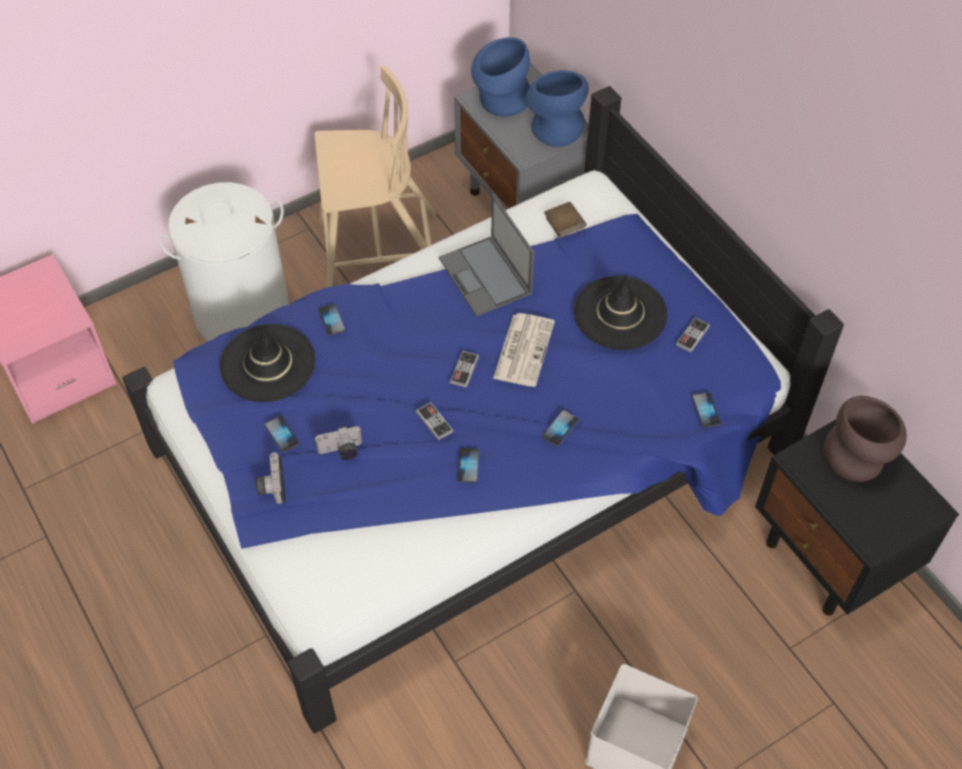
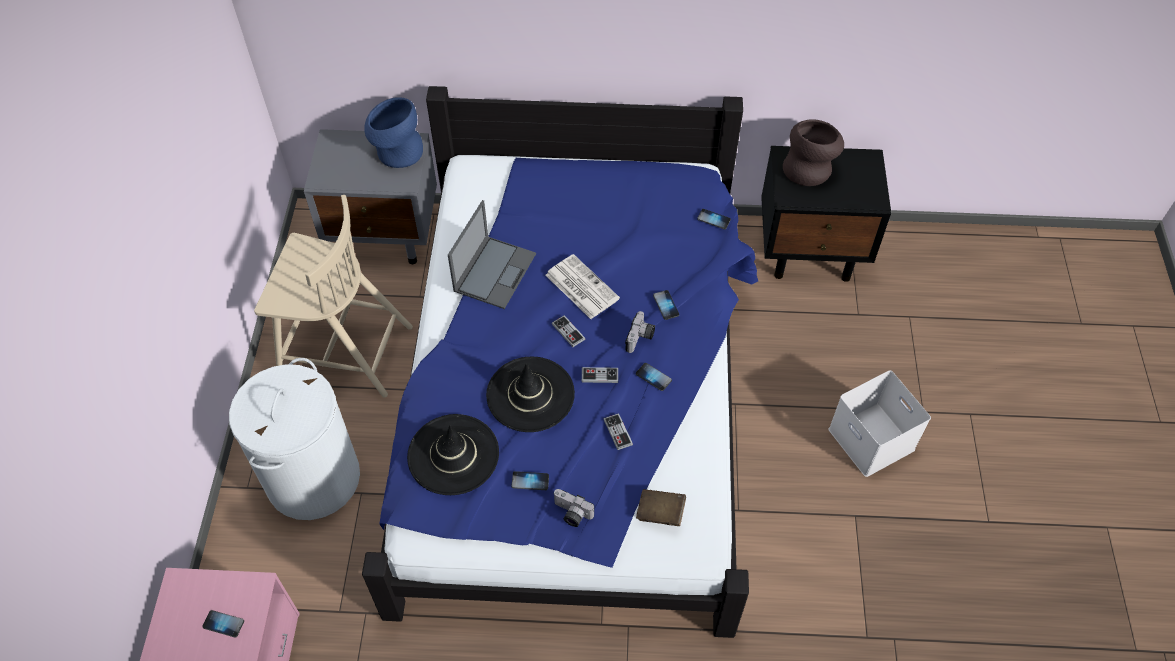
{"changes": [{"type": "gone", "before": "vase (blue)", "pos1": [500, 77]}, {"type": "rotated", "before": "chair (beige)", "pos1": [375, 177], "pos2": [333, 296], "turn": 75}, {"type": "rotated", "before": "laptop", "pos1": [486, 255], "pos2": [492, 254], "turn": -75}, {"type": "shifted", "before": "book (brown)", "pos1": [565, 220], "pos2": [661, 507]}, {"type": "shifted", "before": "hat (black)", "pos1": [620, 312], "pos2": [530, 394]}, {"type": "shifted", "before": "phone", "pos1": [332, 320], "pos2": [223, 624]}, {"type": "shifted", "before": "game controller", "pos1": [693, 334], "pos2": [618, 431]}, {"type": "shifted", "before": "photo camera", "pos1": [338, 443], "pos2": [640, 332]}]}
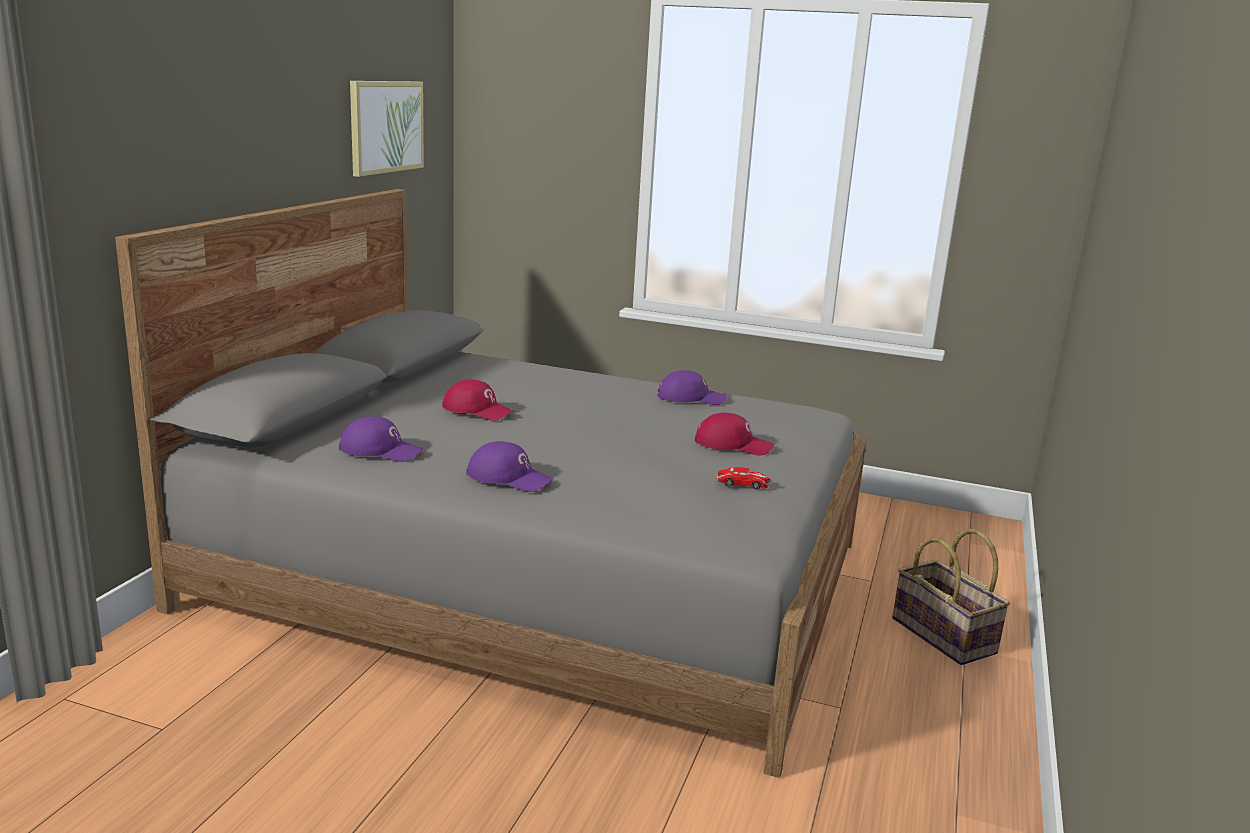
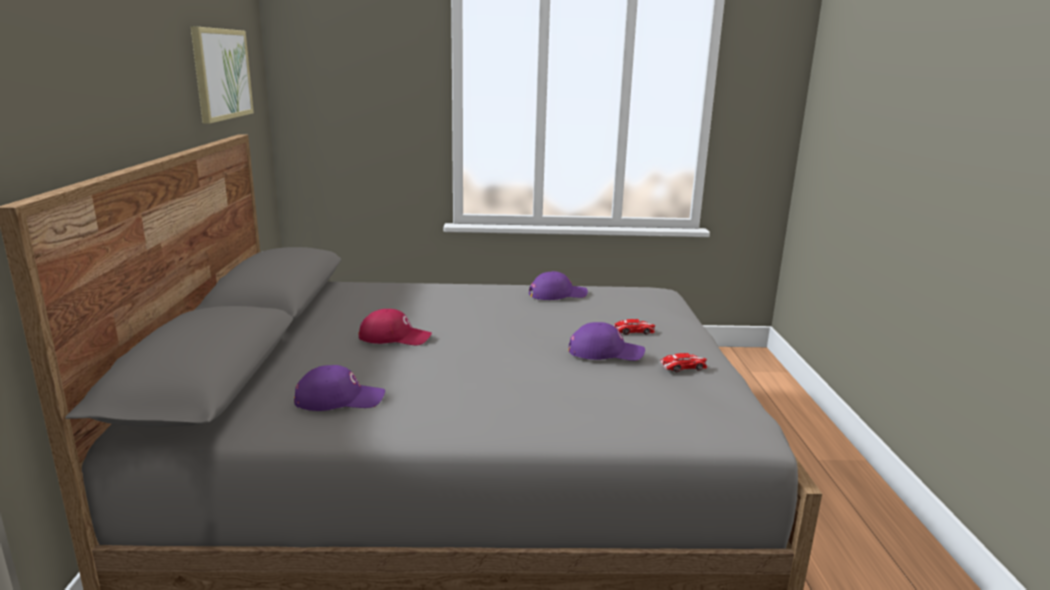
{"changes": [{"type": "swapped", "before": "cap (red)", "after": "toy car", "pos1": [734, 434], "pos2": [634, 327]}, {"type": "shifted", "before": "cap (purple)", "pos1": [510, 466], "pos2": [606, 341]}, {"type": "gone", "before": "basket", "pos1": [951, 597]}]}
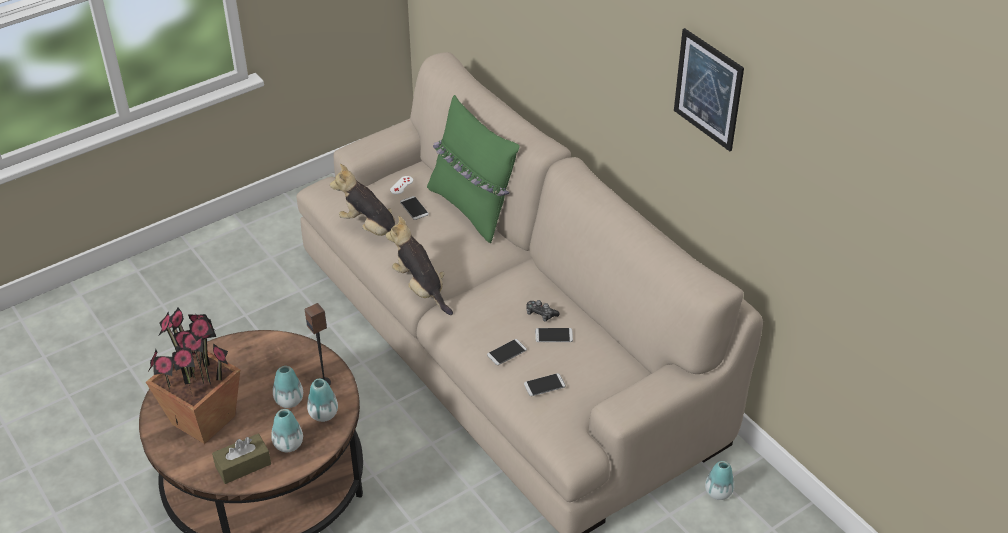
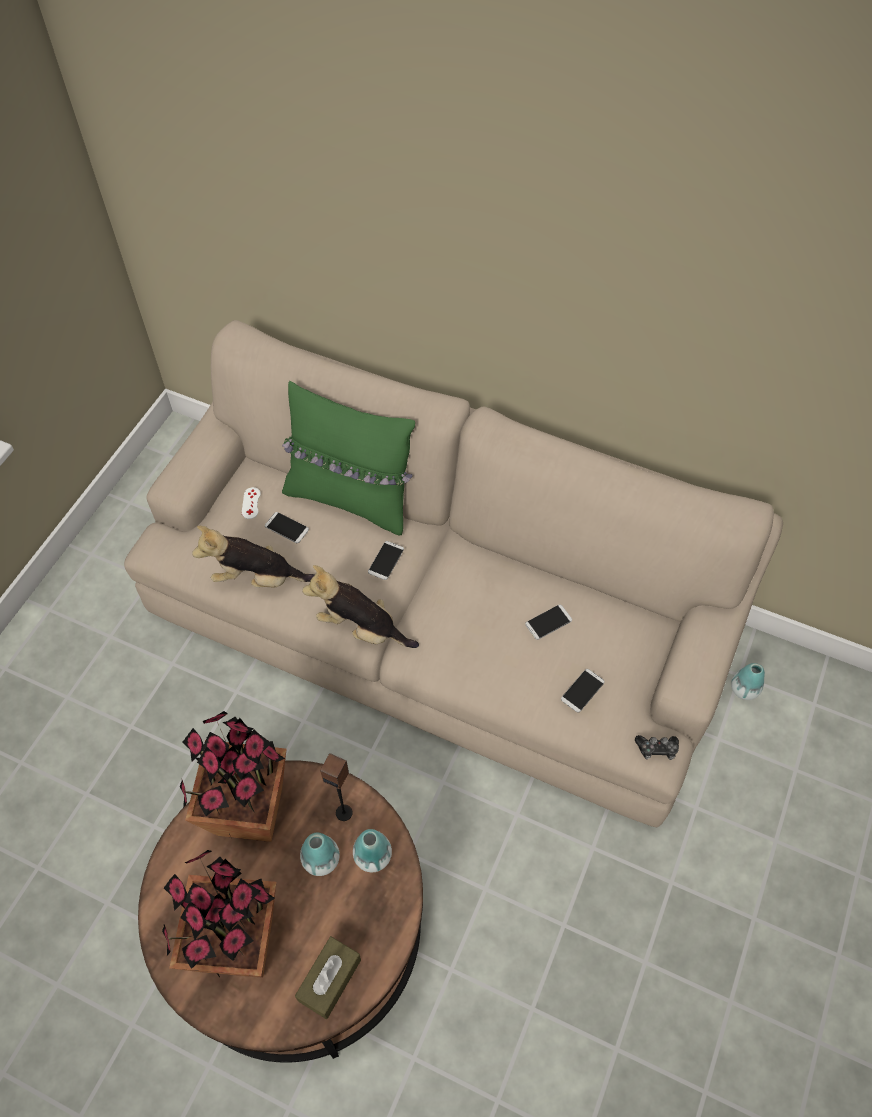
{"changes": [{"type": "gone", "before": "picture", "pos1": [709, 89]}, {"type": "shifted", "before": "game controller", "pos1": [543, 310], "pos2": [657, 747]}, {"type": "shifted", "before": "phone", "pos1": [507, 352], "pos2": [386, 560]}, {"type": "gone", "before": "vase", "pos1": [287, 430]}, {"type": "new", "after": "potted plant", "pos2": [232, 776]}]}
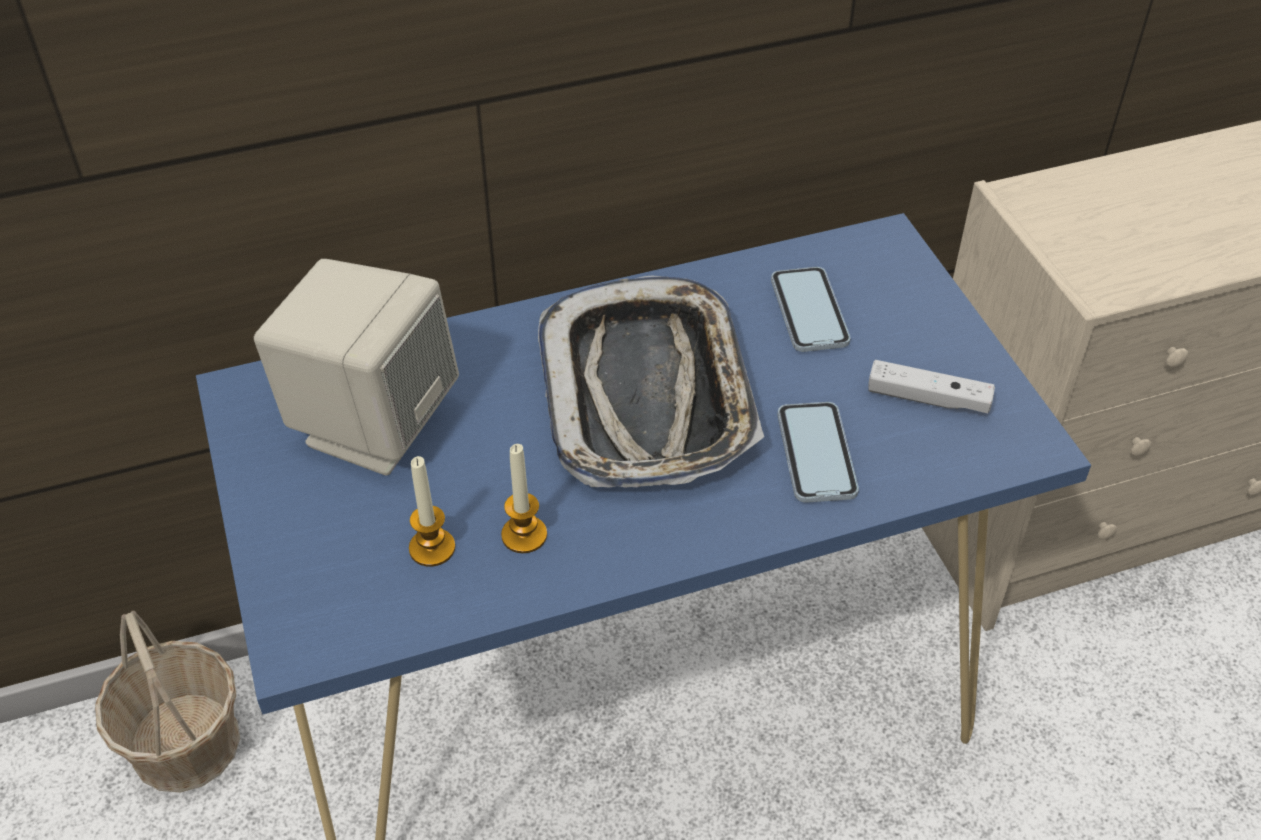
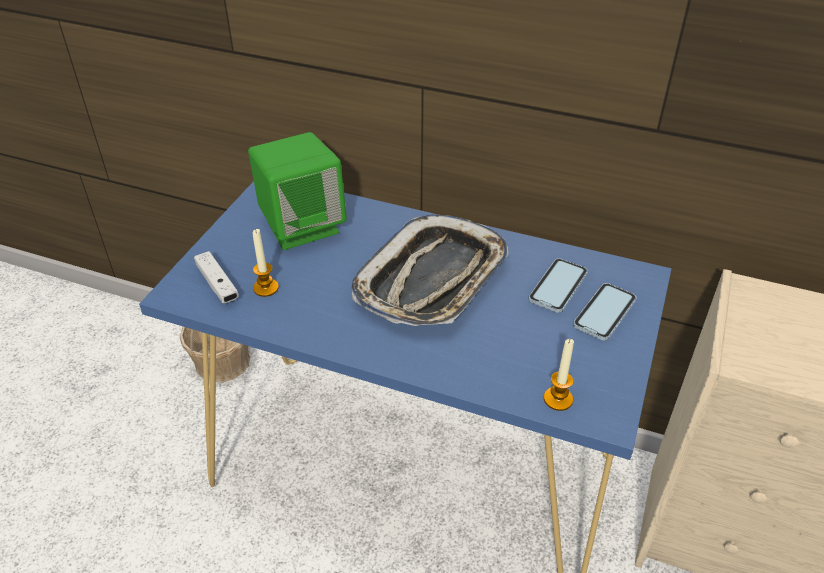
{"changes": [{"type": "repainted", "before": "speaker (beige)", "after": "speaker (green)", "pos1": [356, 367], "pos2": [297, 191]}, {"type": "shifted", "before": "game controller (white)", "pos1": [931, 387], "pos2": [216, 277]}, {"type": "shifted", "before": "phone", "pos1": [818, 452], "pos2": [605, 311]}, {"type": "shifted", "before": "candle", "pos1": [524, 498], "pos2": [559, 375]}]}
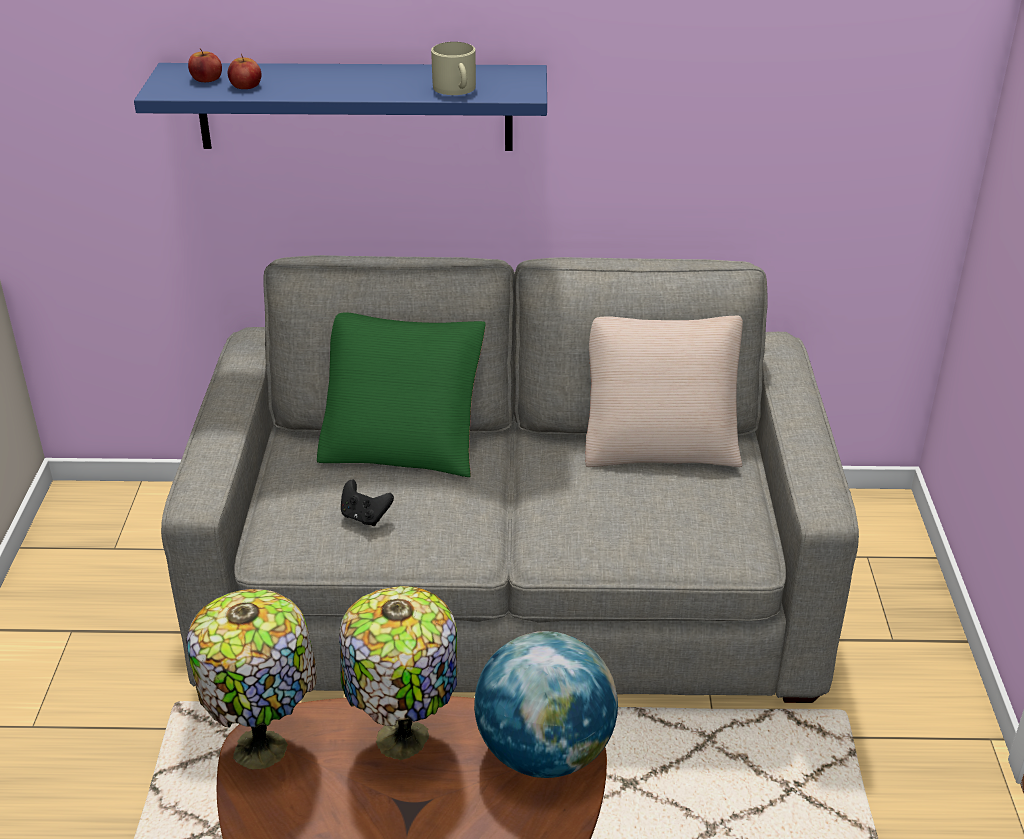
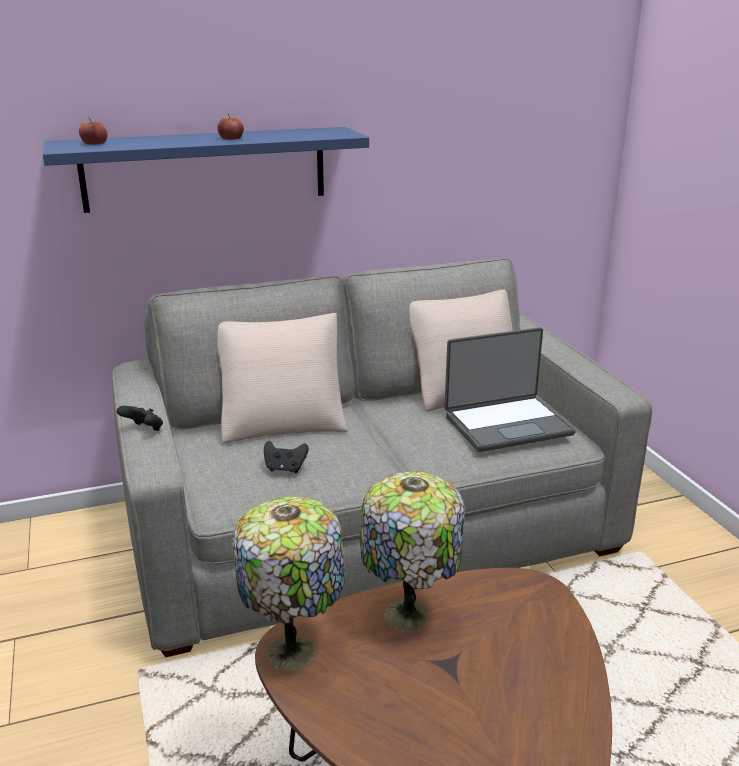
{"changes": [{"type": "gone", "before": "mug (beige)", "pos1": [453, 68]}, {"type": "shifted", "before": "apple", "pos1": [244, 71], "pos2": [230, 127]}, {"type": "repainted", "before": "pillow (green)", "after": "pillow (beige)", "pos1": [401, 395], "pos2": [282, 378]}, {"type": "gone", "before": "globe", "pos1": [546, 704]}, {"type": "new", "after": "laptop", "pos2": [510, 389]}, {"type": "new", "after": "game controller (black)", "pos2": [140, 418]}]}
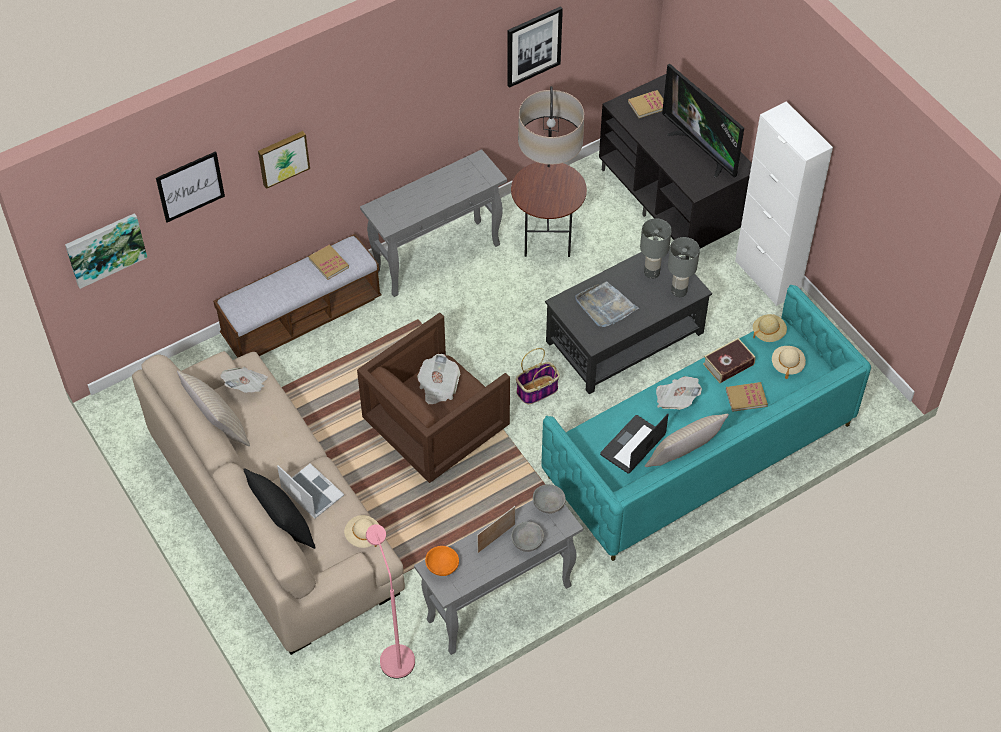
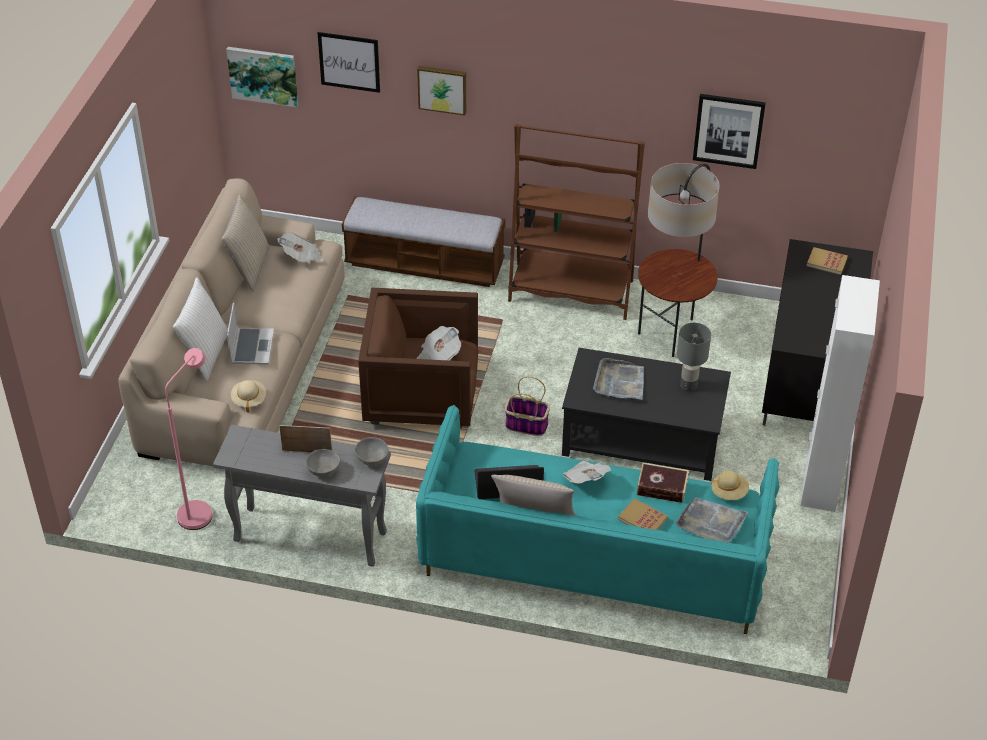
{"changes": [{"type": "gone", "before": "television", "pos1": [703, 121]}, {"type": "swapped", "before": "console table (grey)", "after": "bookcase (brown)", "pos1": [433, 223], "pos2": [576, 222]}, {"type": "gone", "before": "table lamp (grey)", "pos1": [684, 267]}, {"type": "gone", "before": "book", "pos1": [328, 262]}, {"type": "swapped", "before": "hat (beige)", "after": "tray (grey)", "pos1": [789, 362], "pos2": [712, 520]}, {"type": "repainted", "before": "pillow (black)", "after": "pillow (white)", "pos1": [279, 508], "pos2": [200, 329]}, {"type": "gone", "before": "bowl (orange)", "pos1": [442, 561]}]}
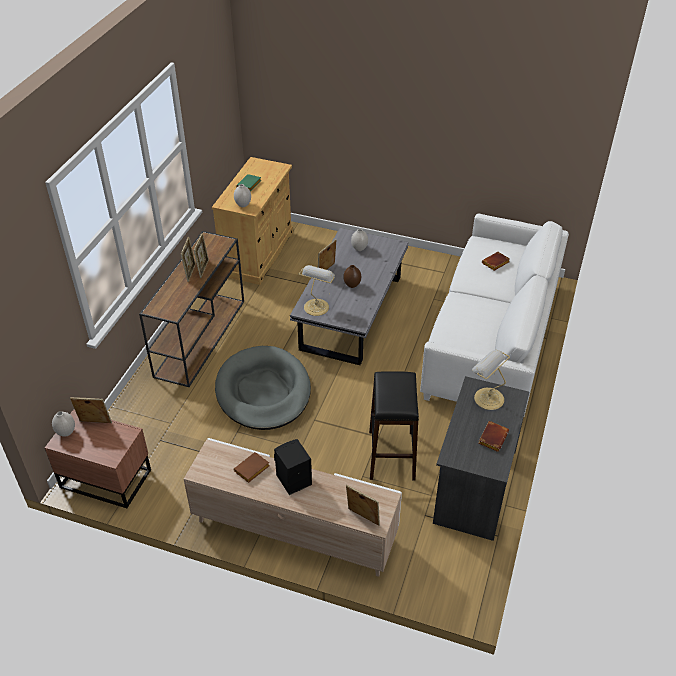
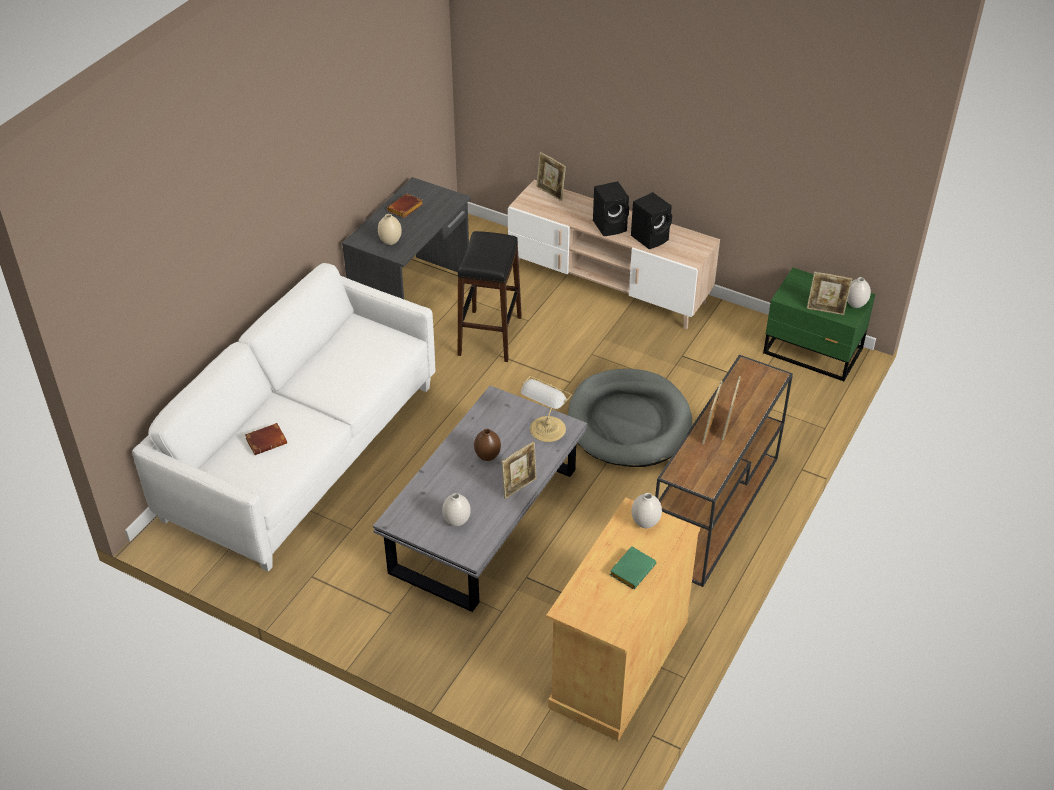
{"changes": [{"type": "swapped", "before": "table lamp", "after": "vase (beige)", "pos1": [491, 380], "pos2": [390, 229]}, {"type": "repainted", "before": "nightstand (brown)", "after": "nightstand (green)", "pos1": [98, 458], "pos2": [819, 324]}, {"type": "swapped", "before": "book (brown)", "after": "speaker (black)", "pos1": [252, 467], "pos2": [651, 220]}]}
